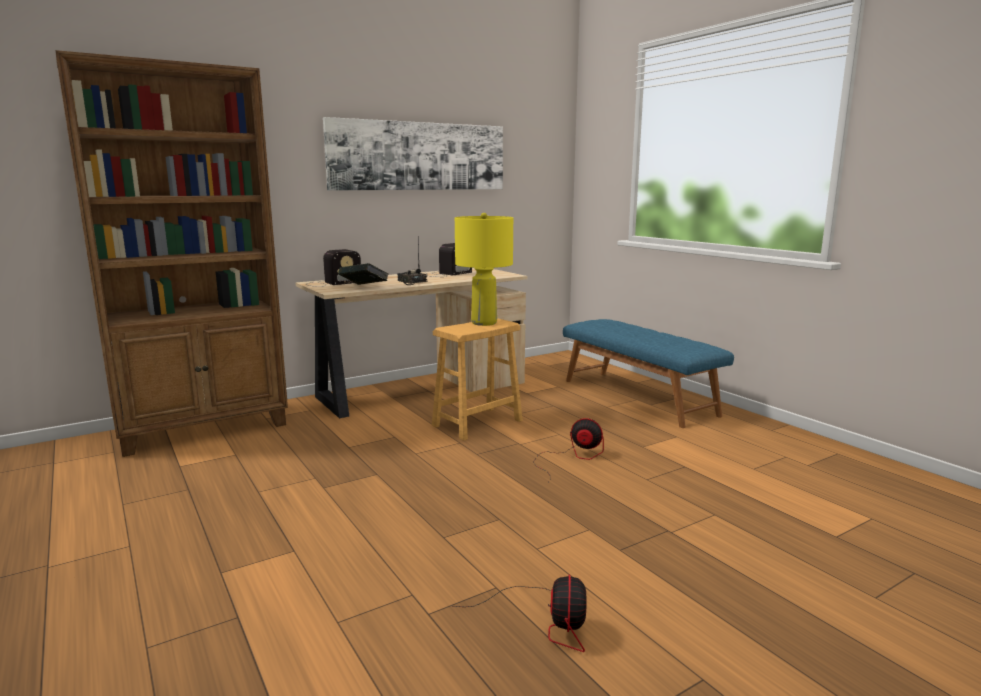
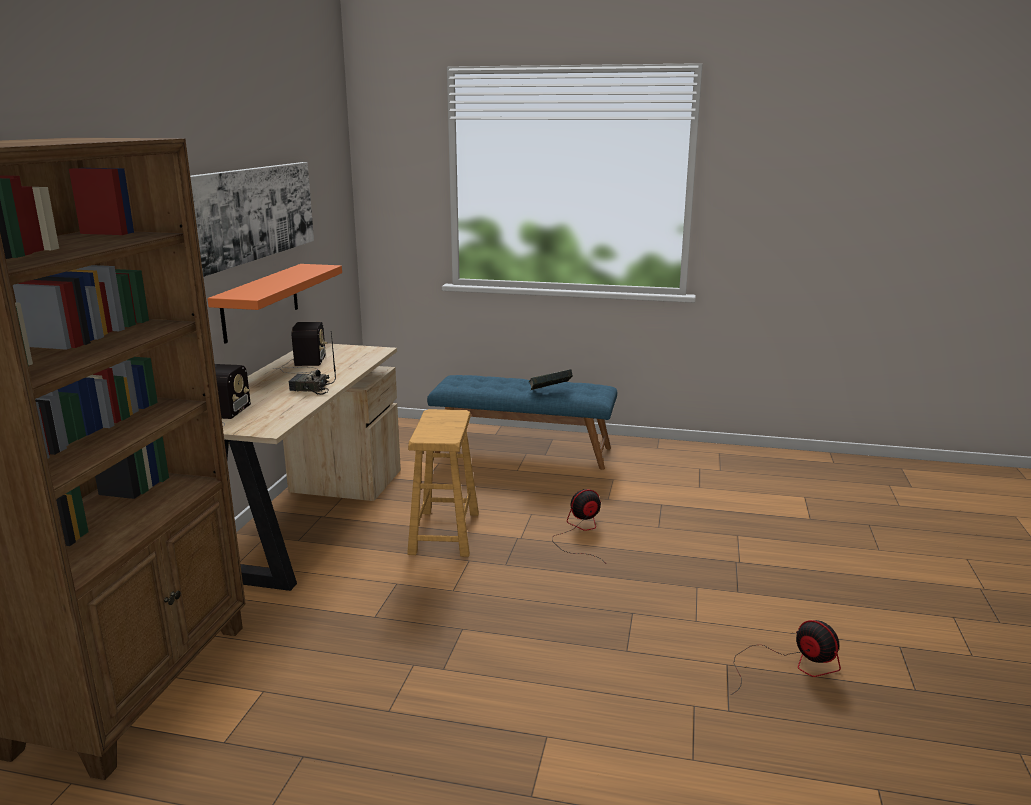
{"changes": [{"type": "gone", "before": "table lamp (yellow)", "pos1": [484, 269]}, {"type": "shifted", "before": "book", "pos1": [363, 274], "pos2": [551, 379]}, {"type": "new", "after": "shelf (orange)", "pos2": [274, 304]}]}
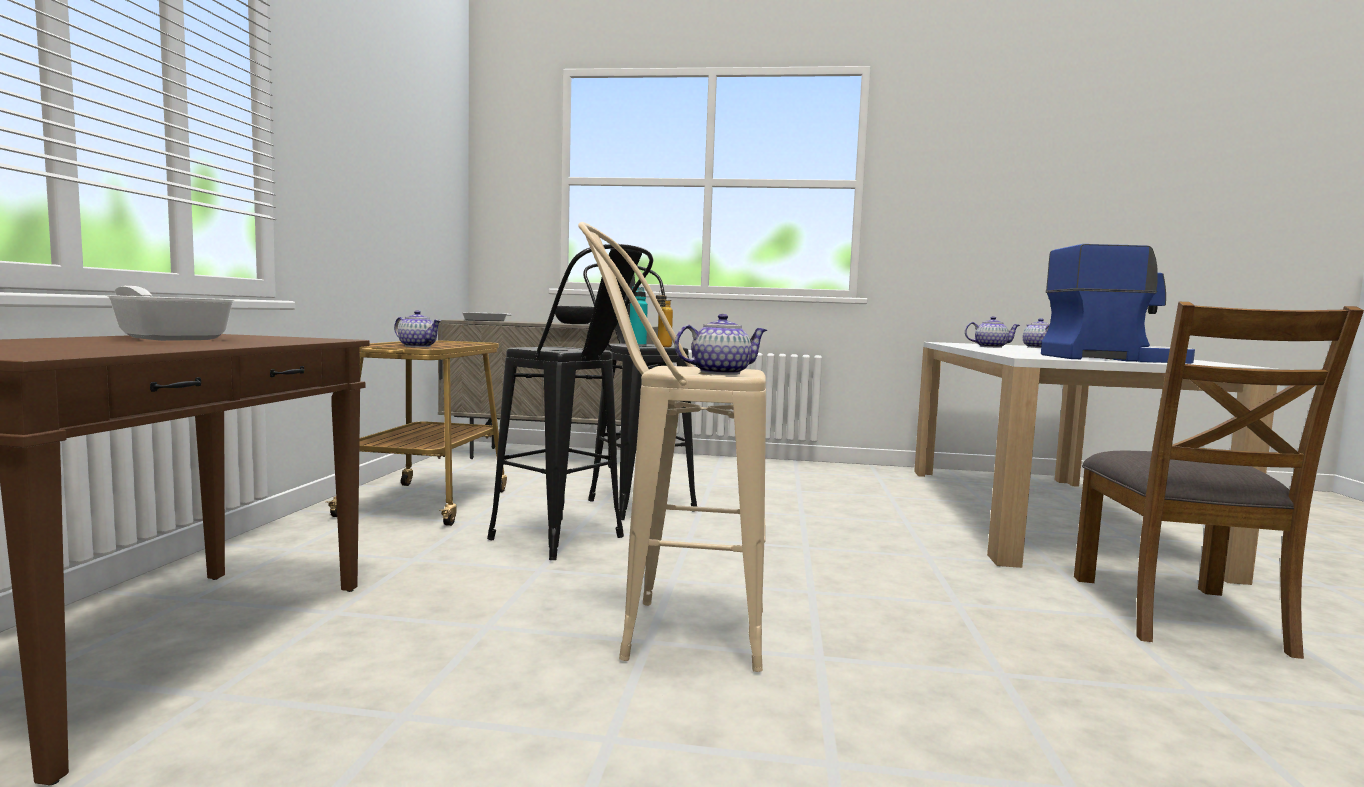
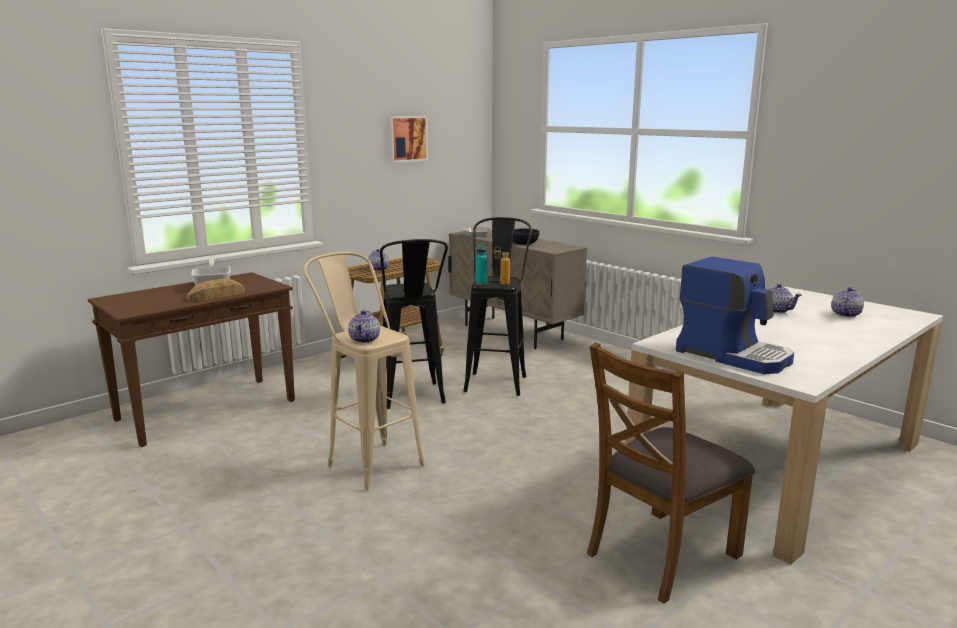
{"changes": [{"type": "rotated", "before": "teapot", "pos1": [721, 344], "pos2": [364, 326], "turn": 75}, {"type": "new", "after": "picture", "pos2": [408, 139]}, {"type": "new", "after": "bread", "pos2": [216, 289]}]}
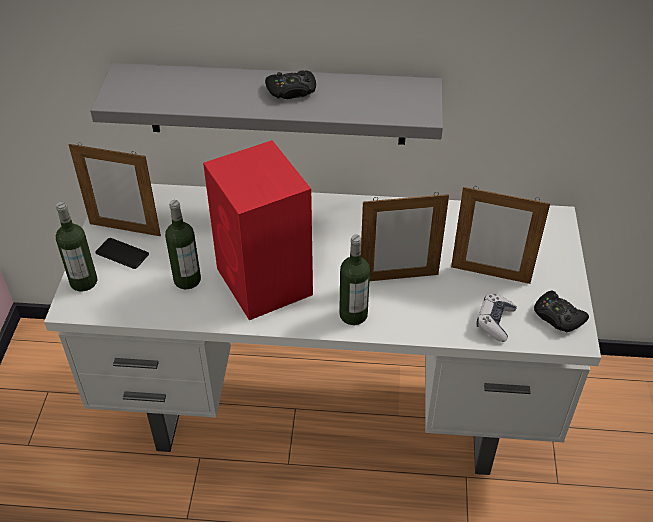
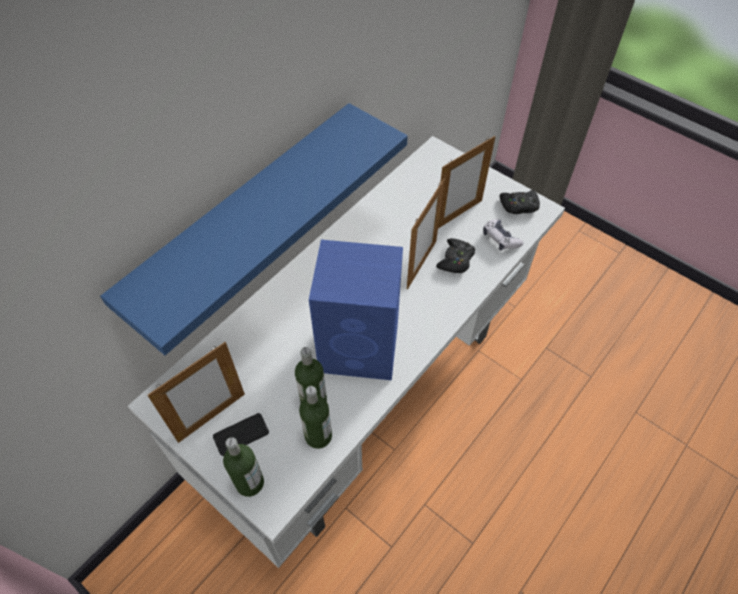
{"changes": [{"type": "repainted", "before": "shelf (grey)", "after": "shelf (blue)", "pos1": [266, 104], "pos2": [254, 229]}, {"type": "shifted", "before": "game controller (black)", "pos1": [290, 85], "pos2": [455, 255]}, {"type": "repainted", "before": "speaker (red)", "after": "speaker (blue)", "pos1": [258, 230], "pos2": [356, 310]}, {"type": "shifted", "before": "bottle", "pos1": [354, 280], "pos2": [315, 417]}]}
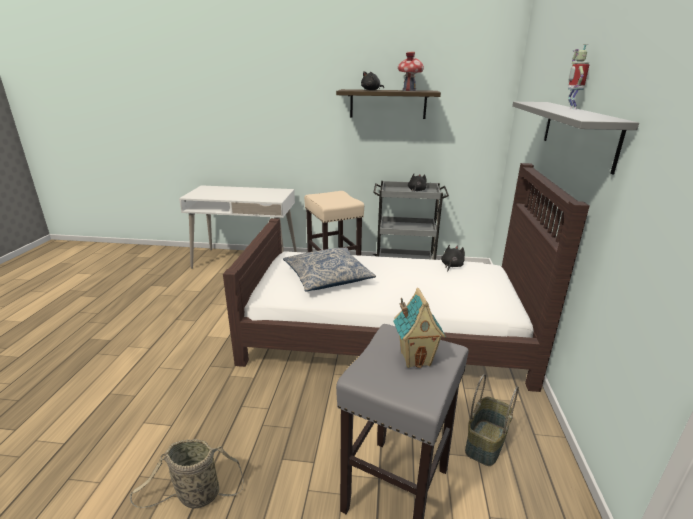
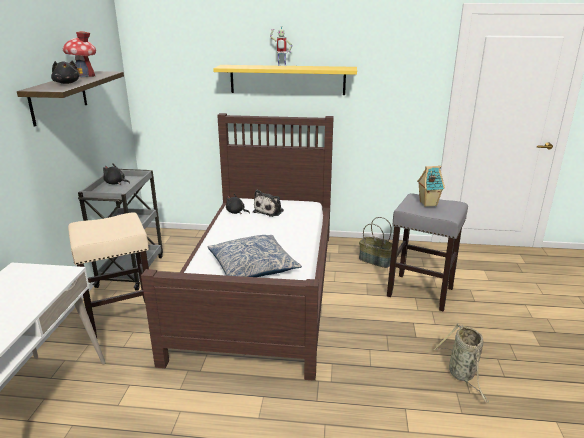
{"changes": [{"type": "repainted", "before": "shelf (grey)", "after": "shelf (yellow)", "pos1": [575, 138], "pos2": [285, 80]}, {"type": "new", "after": "plush toy", "pos2": [268, 203]}]}
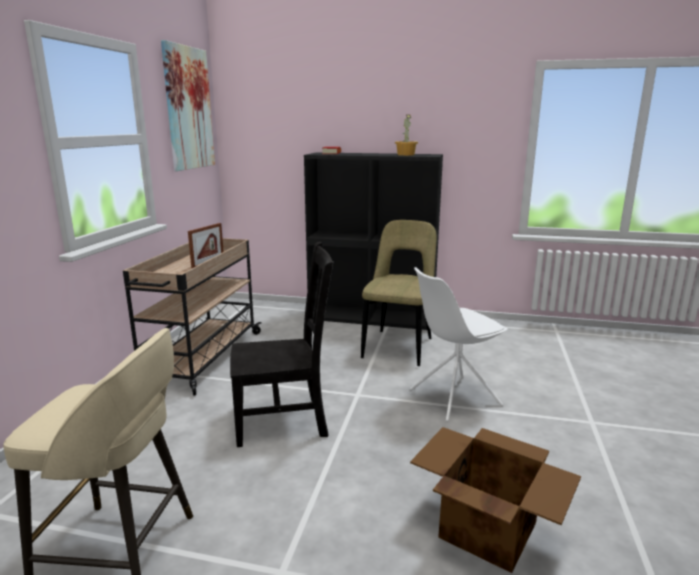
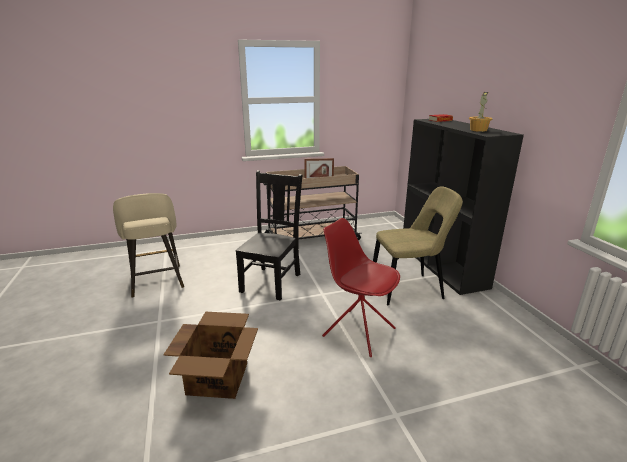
{"changes": [{"type": "gone", "before": "picture", "pos1": [188, 105]}, {"type": "rotated", "before": "chair (black)", "pos1": [281, 344], "pos2": [268, 235], "turn": -120}, {"type": "repainted", "before": "chair (white)", "after": "chair (red)", "pos1": [459, 344], "pos2": [361, 287]}]}
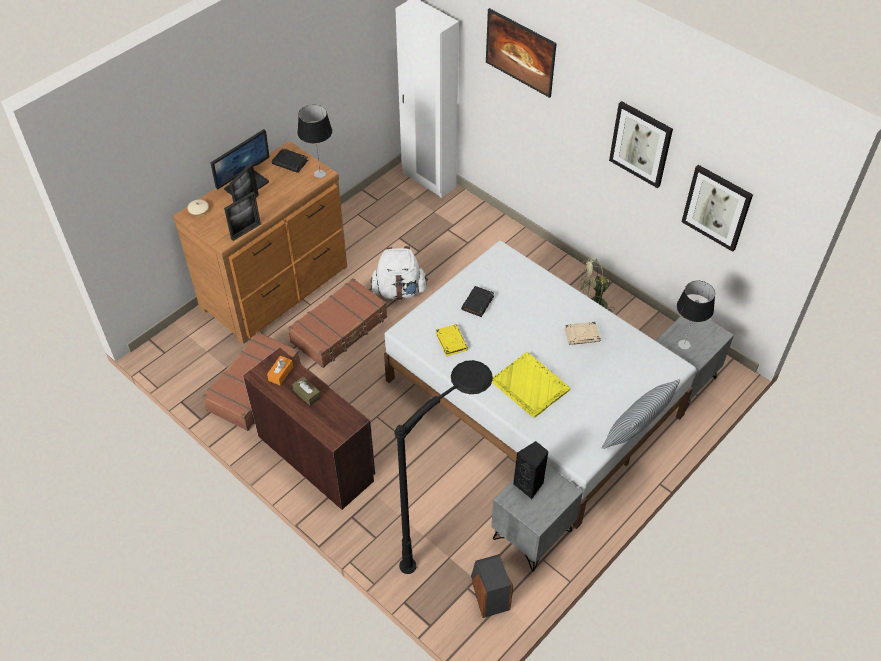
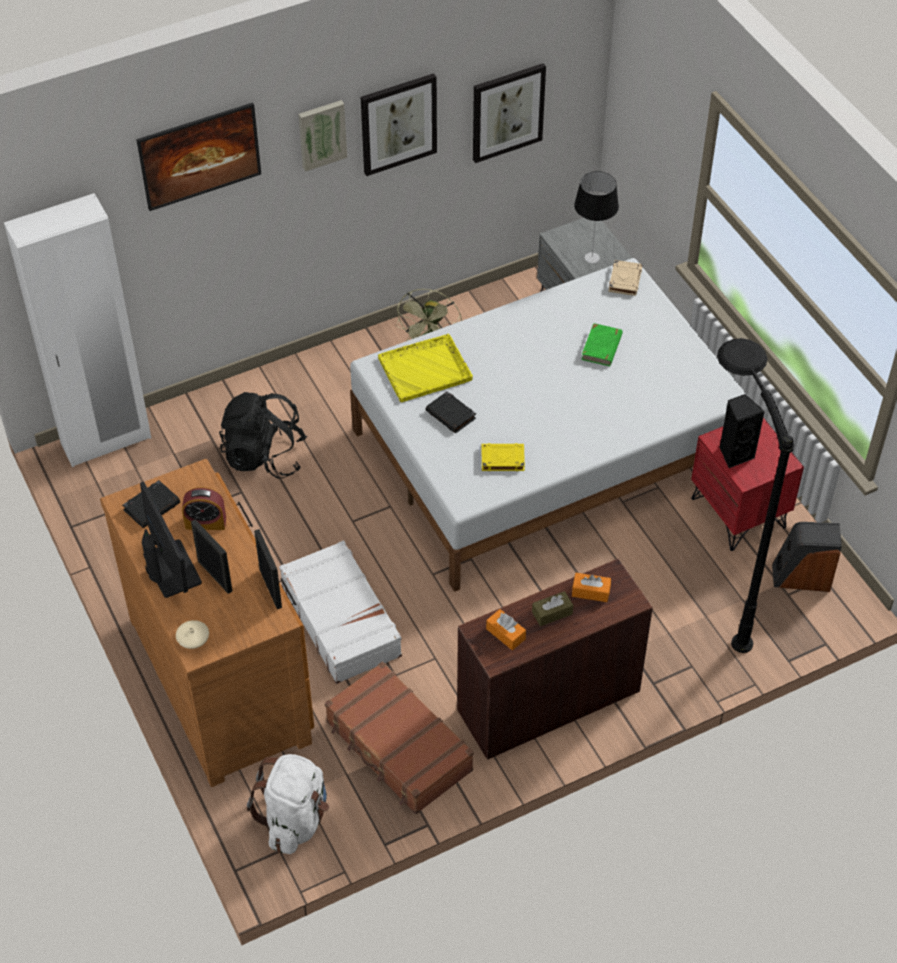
{"changes": [{"type": "gone", "before": "table lamp", "pos1": [315, 141]}, {"type": "shifted", "before": "backpack (white)", "pos1": [399, 273], "pos2": [288, 804]}, {"type": "repainted", "before": "suitcase (brown)", "after": "suitcase (white)", "pos1": [337, 323], "pos2": [340, 612]}, {"type": "shifted", "before": "book (beige)", "pos1": [582, 333], "pos2": [625, 278]}, {"type": "shifted", "before": "tray (yellow)", "pos1": [531, 385], "pos2": [425, 368]}, {"type": "gone", "before": "pillow", "pos1": [641, 414]}, {"type": "repainted", "before": "nightstand (grey)", "after": "nightstand (red)", "pos1": [537, 518], "pos2": [747, 484]}, {"type": "new", "after": "picture", "pos2": [322, 135]}, {"type": "new", "after": "book (green)", "pos2": [601, 344]}, {"type": "new", "after": "backpack (black)", "pos2": [263, 435]}, {"type": "new", "after": "alarm clock", "pos2": [204, 508]}, {"type": "new", "after": "tissue box (orange)", "pos2": [591, 587]}]}
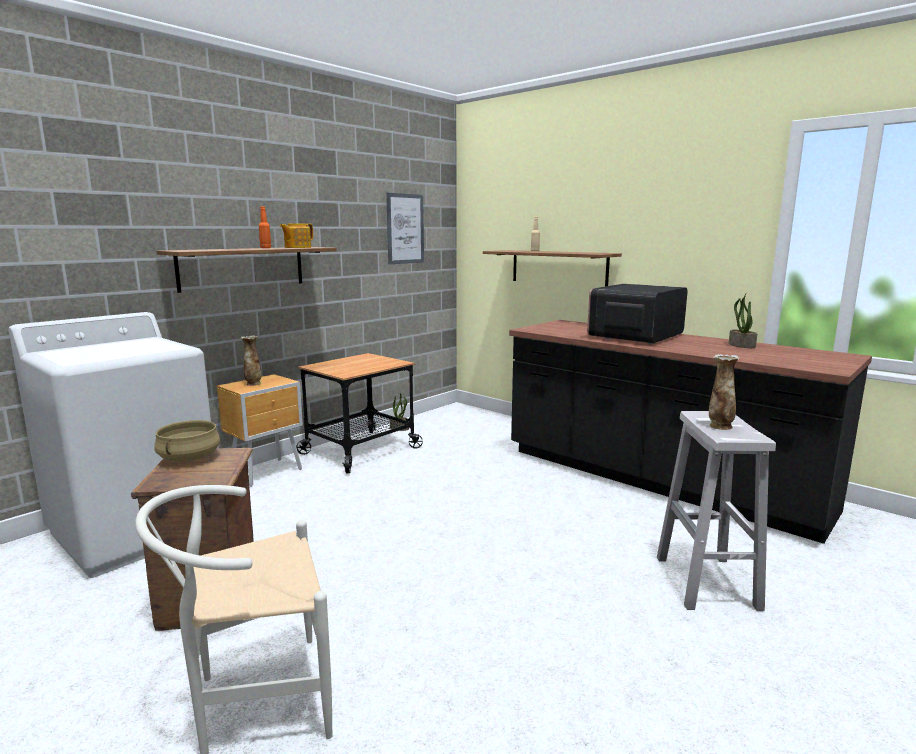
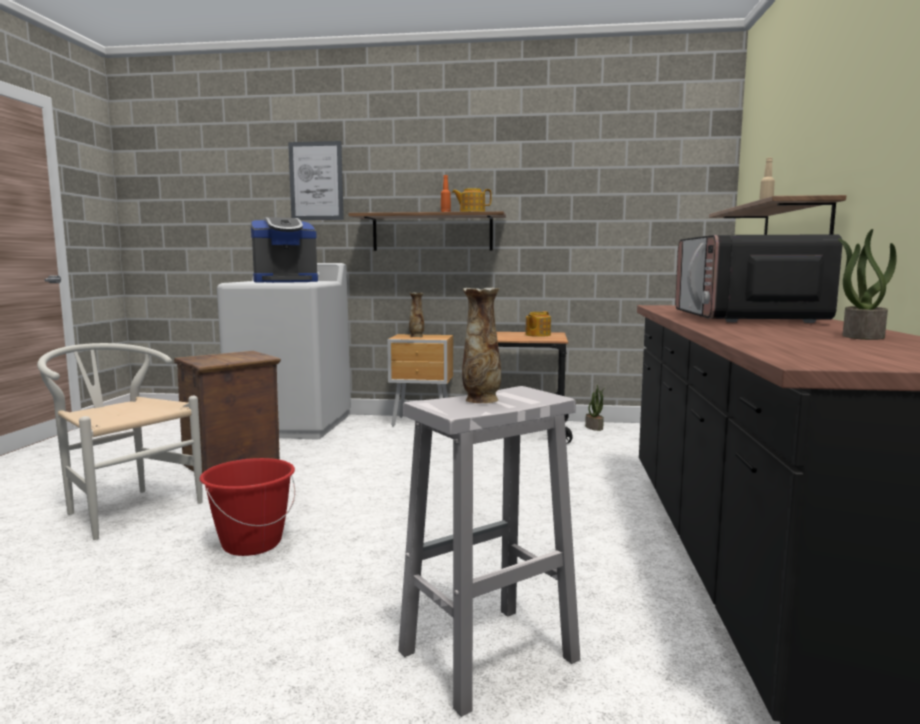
{"changes": [{"type": "shifted", "before": "picture", "pos1": [405, 228], "pos2": [316, 180]}, {"type": "rotated", "before": "microwave", "pos1": [637, 314], "pos2": [758, 278], "turn": -90}, {"type": "gone", "before": "cooking pot (beige)", "pos1": [187, 441]}, {"type": "new", "after": "coffee machine", "pos2": [284, 250]}, {"type": "new", "after": "teapot", "pos2": [538, 324]}, {"type": "new", "after": "bucket (red)", "pos2": [247, 507]}]}
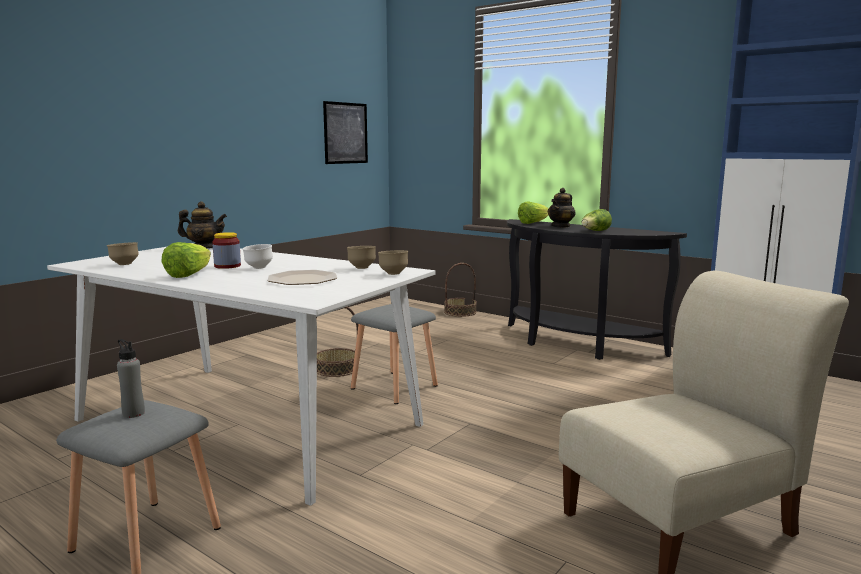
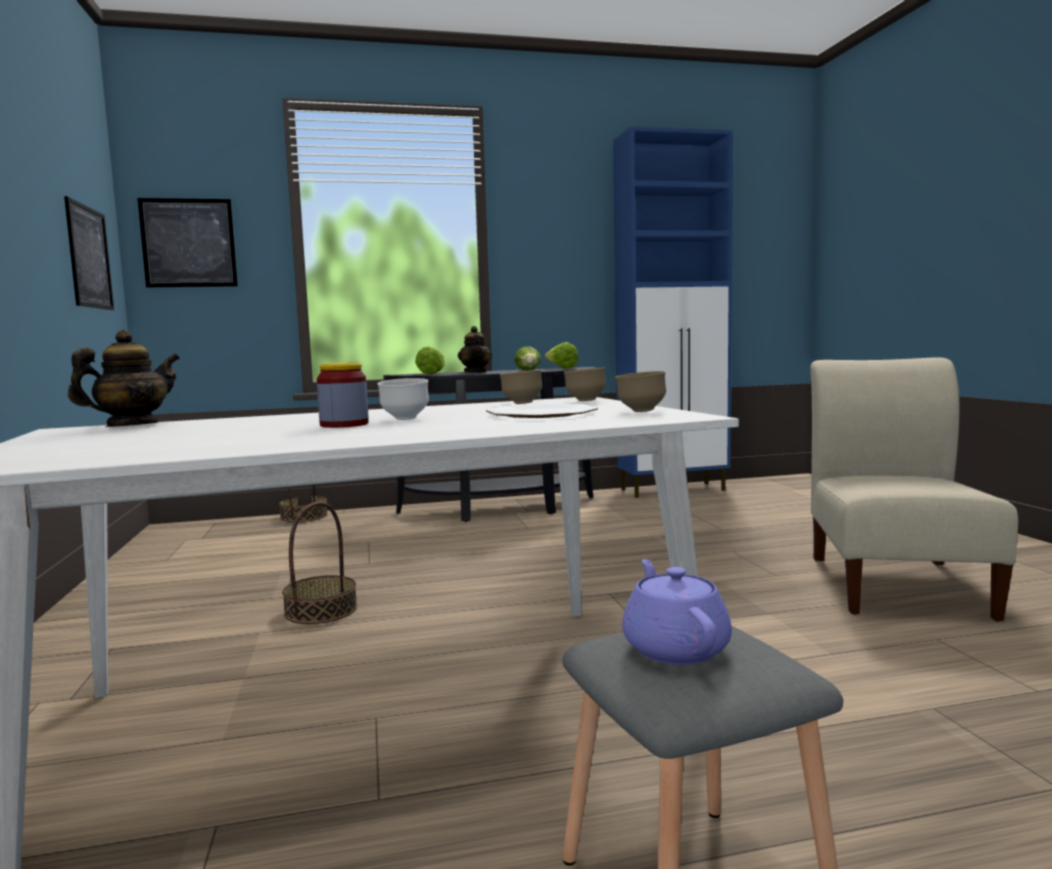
{"changes": [{"type": "shifted", "before": "bowl (brown)", "pos1": [123, 253], "pos2": [640, 391]}, {"type": "shifted", "before": "lettuce", "pos1": [186, 260], "pos2": [561, 355]}, {"type": "gone", "before": "stool (grey)", "pos1": [394, 354]}, {"type": "swapped", "before": "bottle (grey)", "after": "teapot (purple)", "pos1": [131, 378], "pos2": [677, 612]}, {"type": "new", "after": "picture", "pos2": [188, 242]}]}
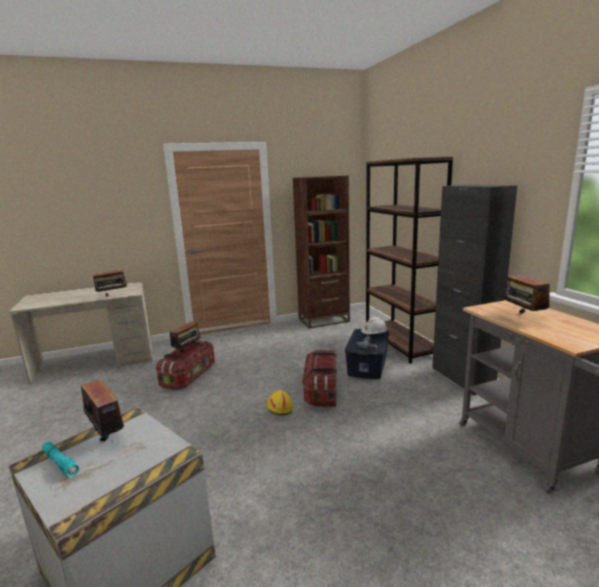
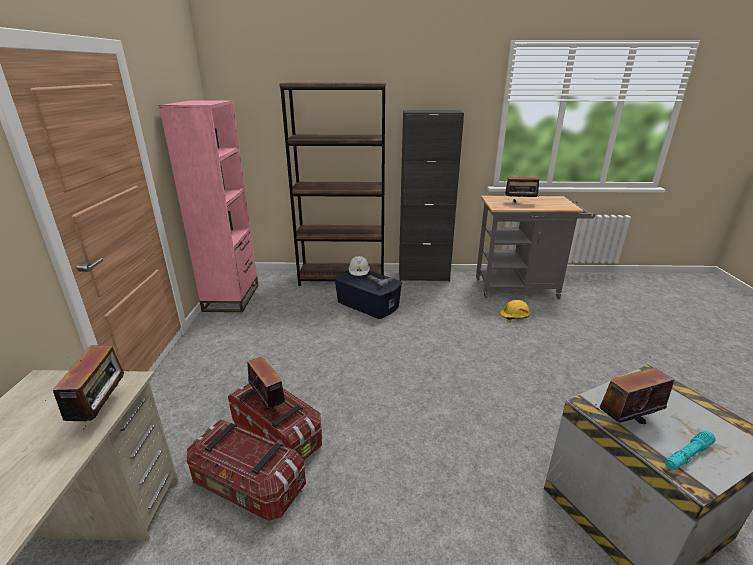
{"changes": [{"type": "repainted", "before": "bookcase (brown)", "after": "bookcase (pink)", "pos1": [321, 252], "pos2": [209, 206]}, {"type": "shifted", "before": "storage box", "pos1": [319, 378], "pos2": [246, 470]}, {"type": "shifted", "before": "hard hat (yellow)", "pos1": [279, 402], "pos2": [515, 311]}]}
